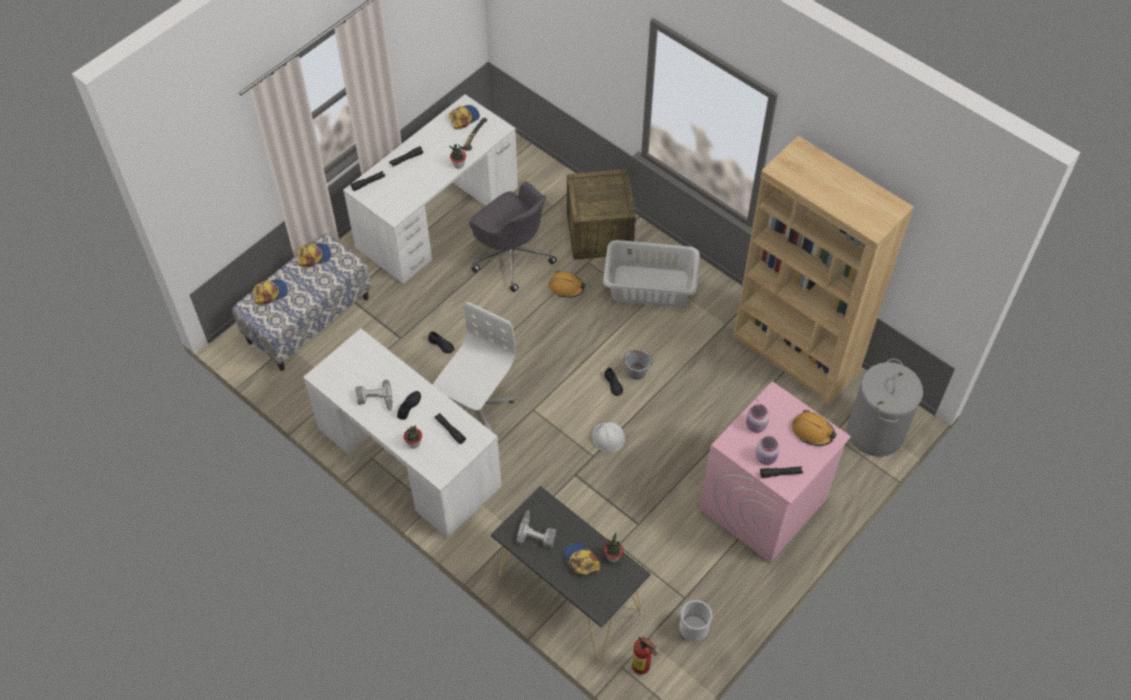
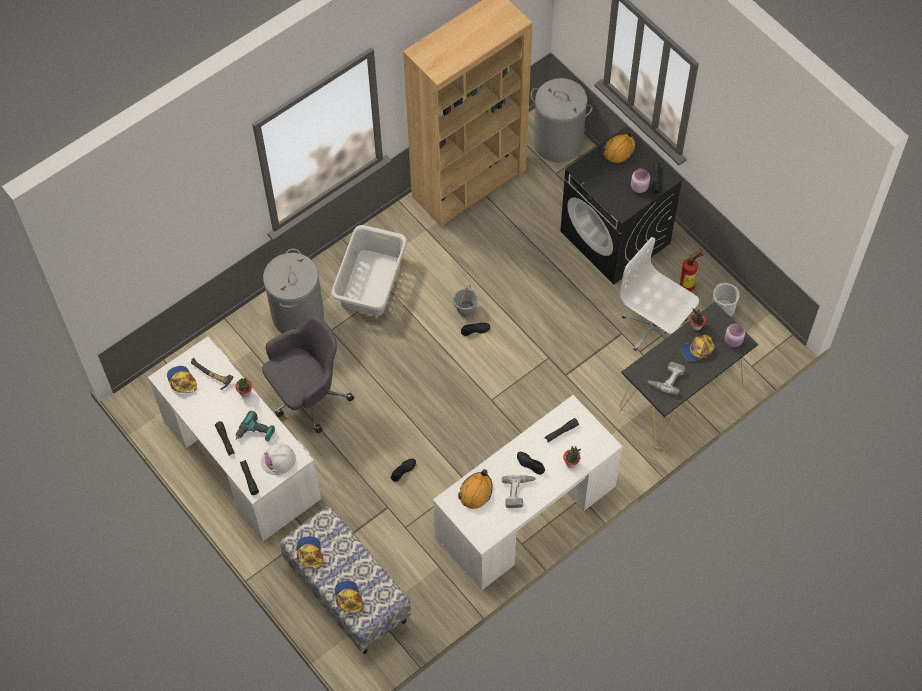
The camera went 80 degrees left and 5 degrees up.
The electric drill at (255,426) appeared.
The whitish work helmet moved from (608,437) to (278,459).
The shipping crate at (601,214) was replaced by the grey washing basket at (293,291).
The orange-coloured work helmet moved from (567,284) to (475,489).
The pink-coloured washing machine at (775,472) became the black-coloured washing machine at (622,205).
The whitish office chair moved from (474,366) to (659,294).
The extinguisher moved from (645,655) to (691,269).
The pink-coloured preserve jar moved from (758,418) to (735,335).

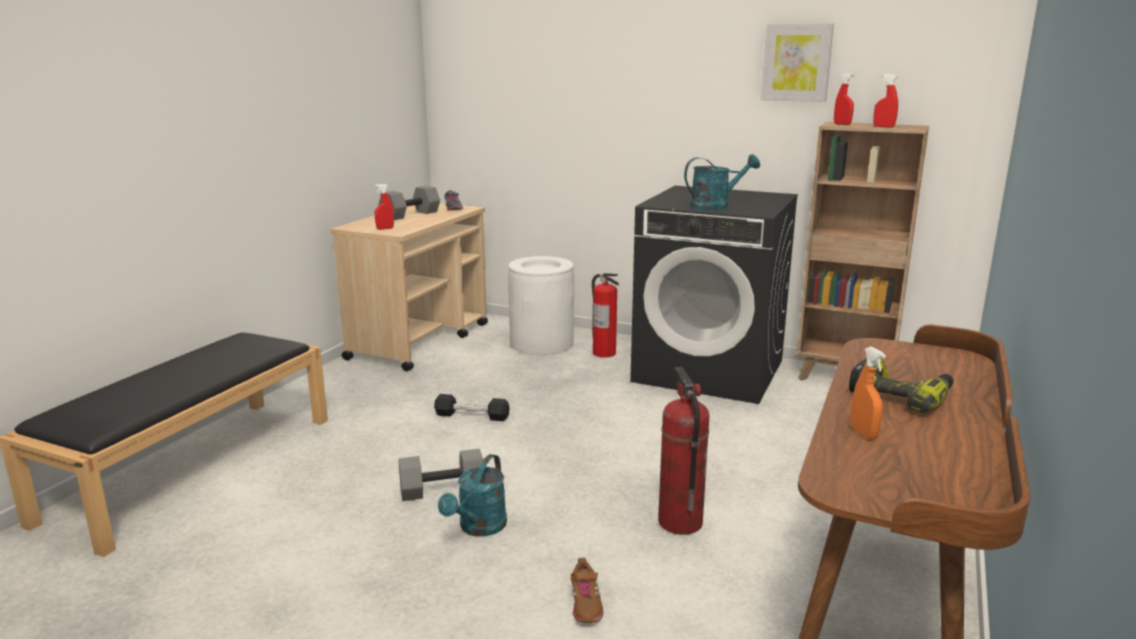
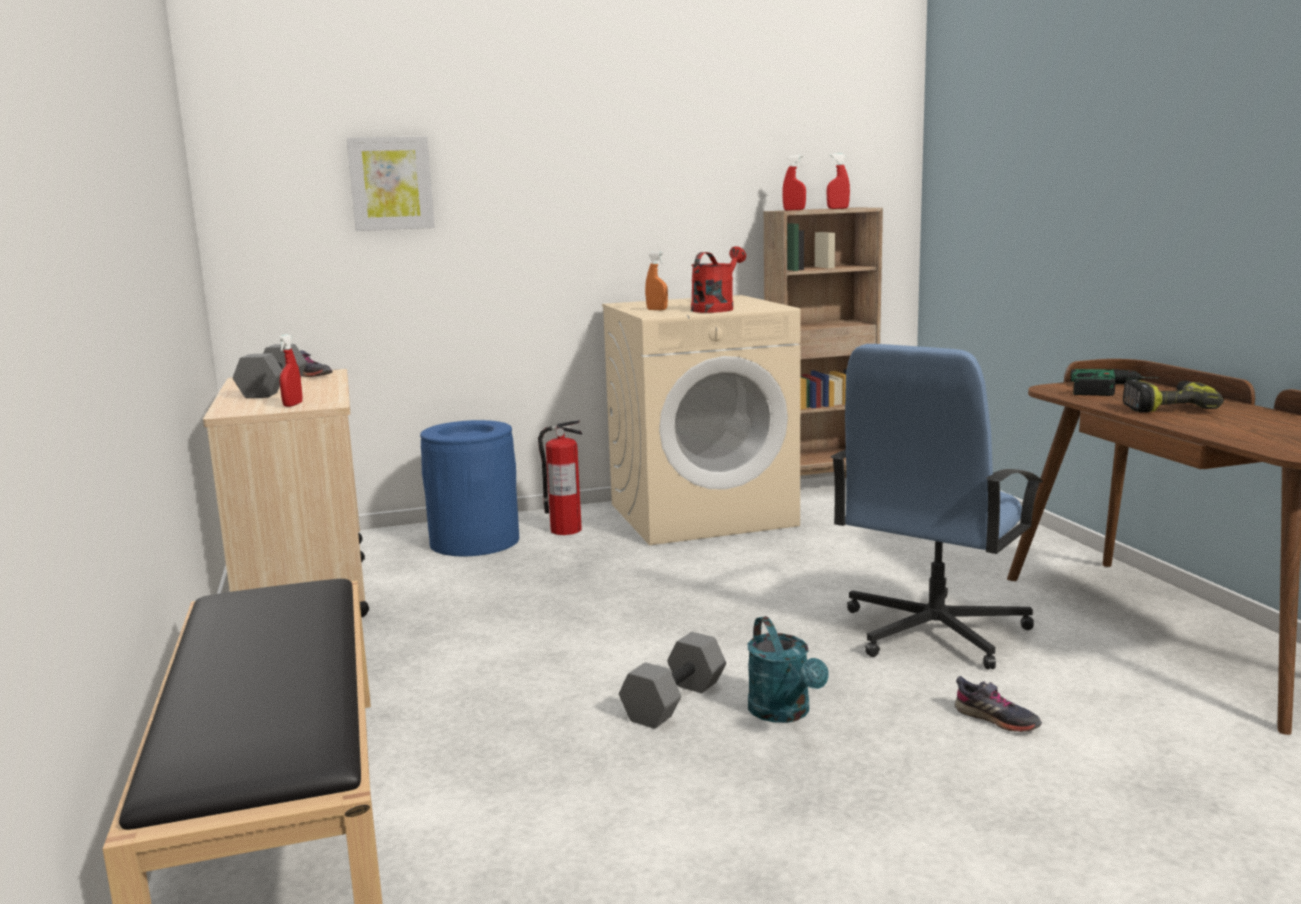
The camera went 40 degrees left and 5 degrees down.
The wall art moved from (797,62) to (391,183).
The whitish waste bin at (541,305) became the bluish waste bin at (469,488).
The black-coloured washing machine at (714,295) became the beige-coloured washing machine at (701,420).
The orange-coloured sprayer moved from (868,392) to (656,281).
The turquoise watering can at (722,182) became the red-coloured watering can at (718,279).
The extinguisher at (684,451) was replaced by the bluish office chair at (937,506).
The brown-coloured shoe at (587,590) became the grey shoe at (998,704).
The electric drill at (1114,382) appeared.
The black-coloured free weight at (472,407) disappeared.

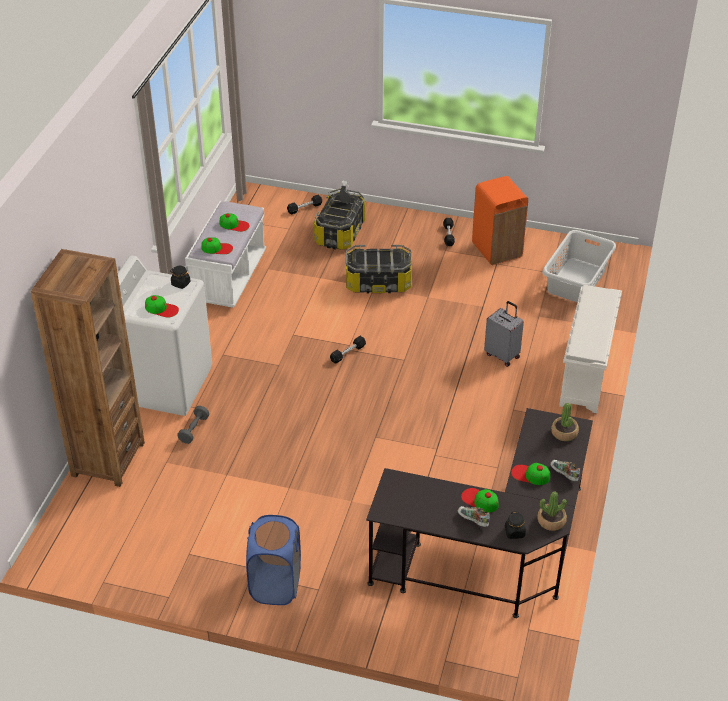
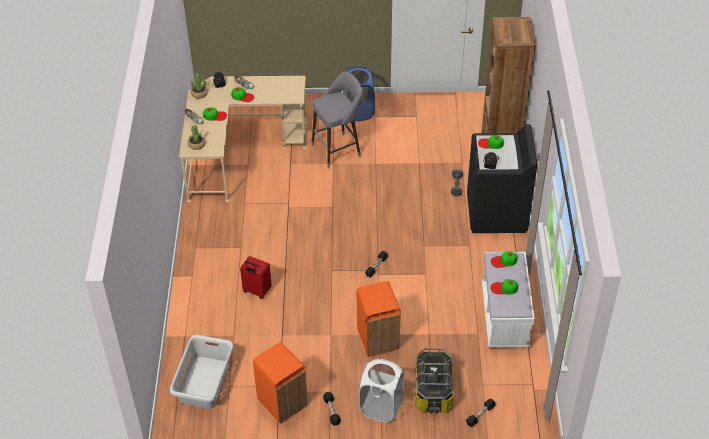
The camera went 165 degrees right and 5 degrees up.
The black-coloured desk unit at (479,513) became the beige-coloured desk unit at (243,139).
The grey suitcase at (504,334) became the red-coloured suitcase at (256,277).
The grey stool seat at (337,120) appeared.
The storage box at (379,269) was replaced by the orange-coloured waste bin at (379,319).
The whitish washing basket at (381,391) appeared.
The whitish washing machine at (165,335) became the black-coloured washing machine at (502,178).
The whitish shoe stand at (590,349) disappeared.

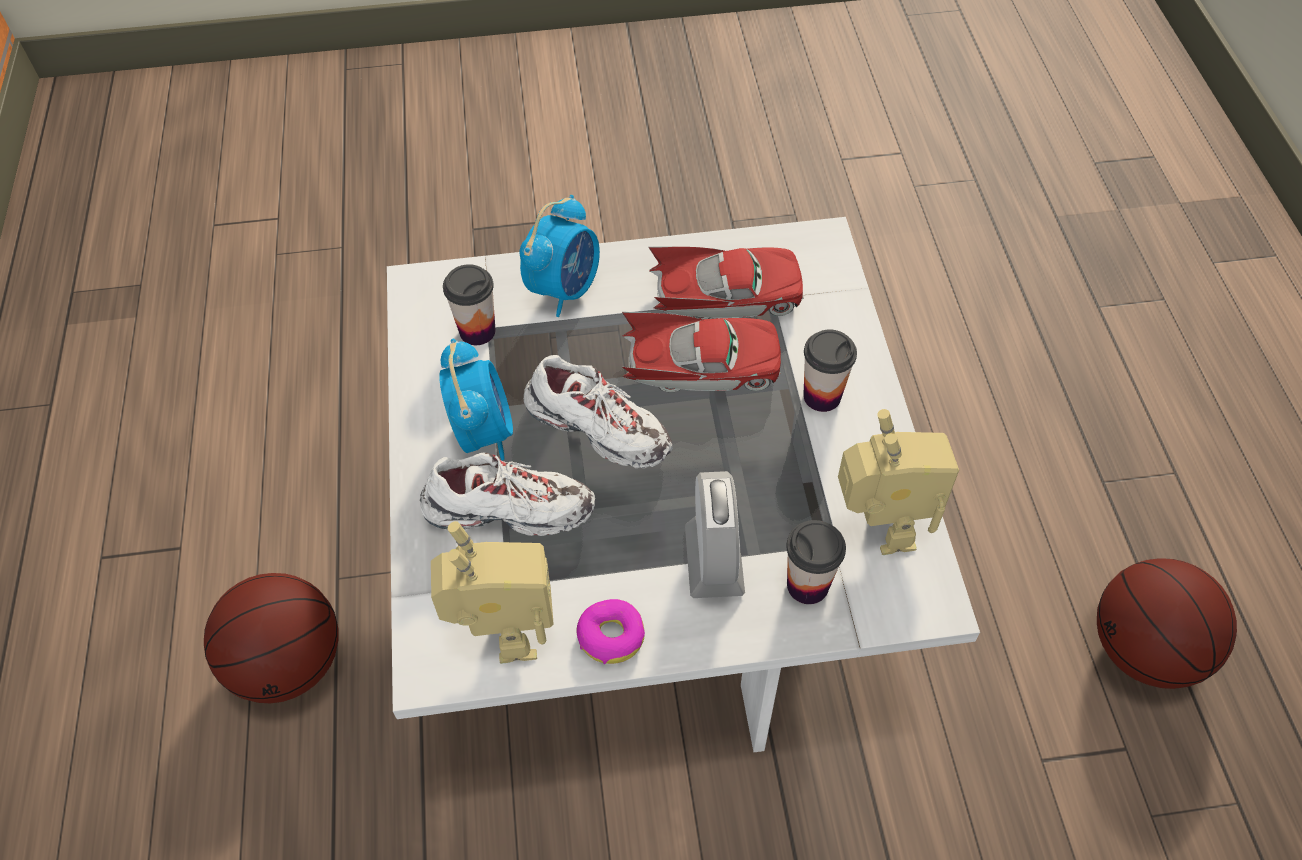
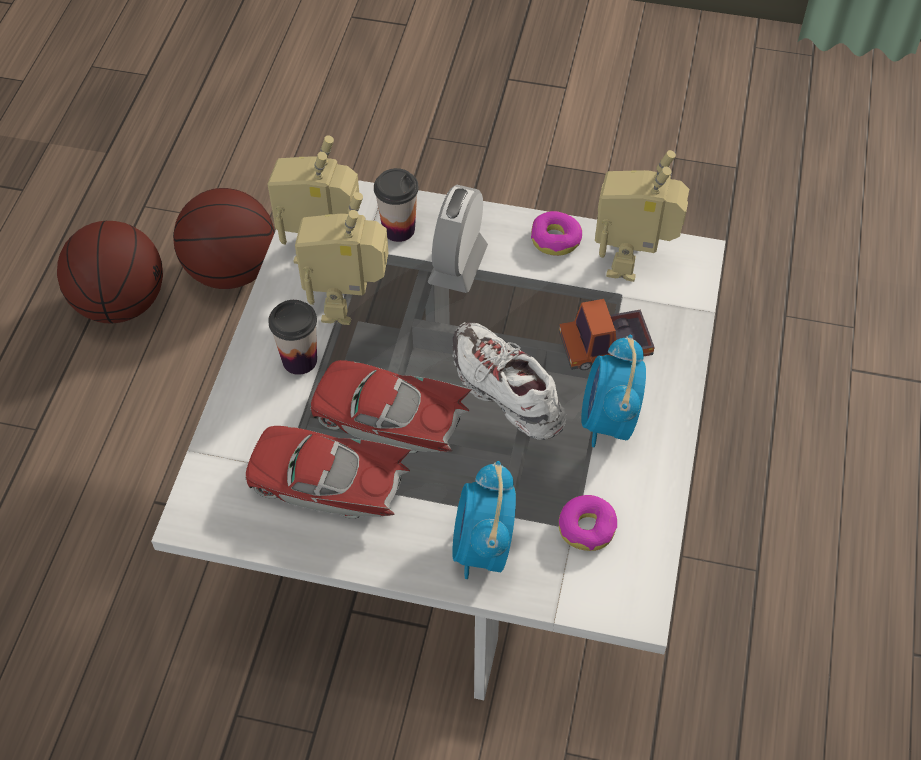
The camera went 160 degrees left and 0 degrees up.
The ball for basketball moved from (271,638) to (224,238).
The model robot at (341,258) appeared.
The bedside clock at (560,256) turned 45 degrees counterclockwise.
The whitish shoe at (507,494) was replaced by the toy truck at (606,334).
The drinking cup at (469,304) was replaced by the donut at (588,523).

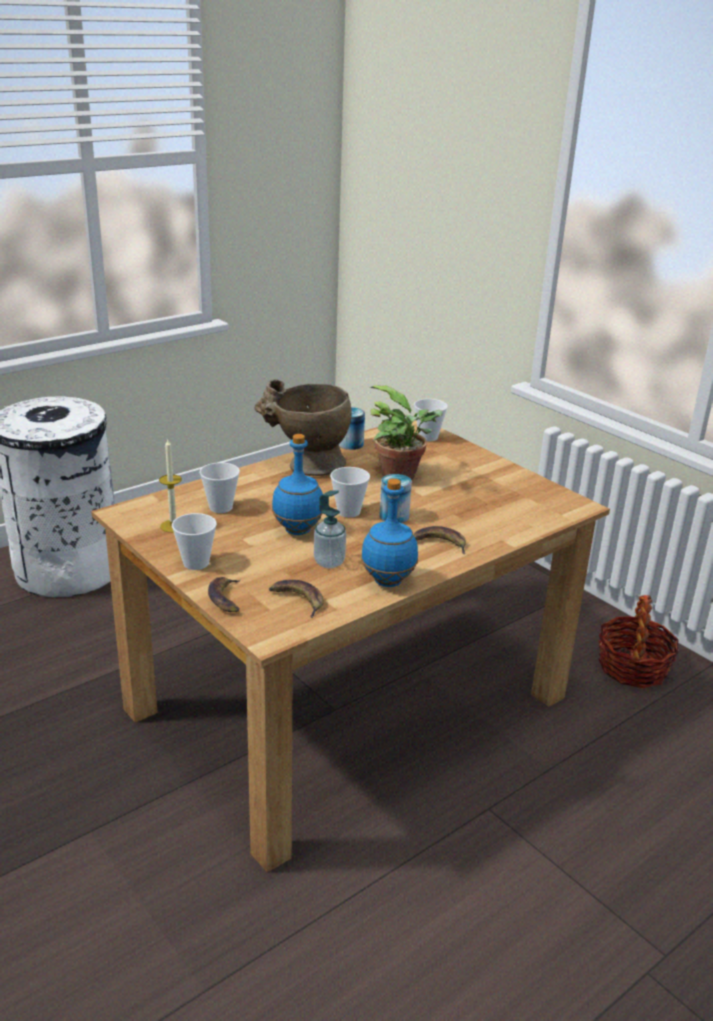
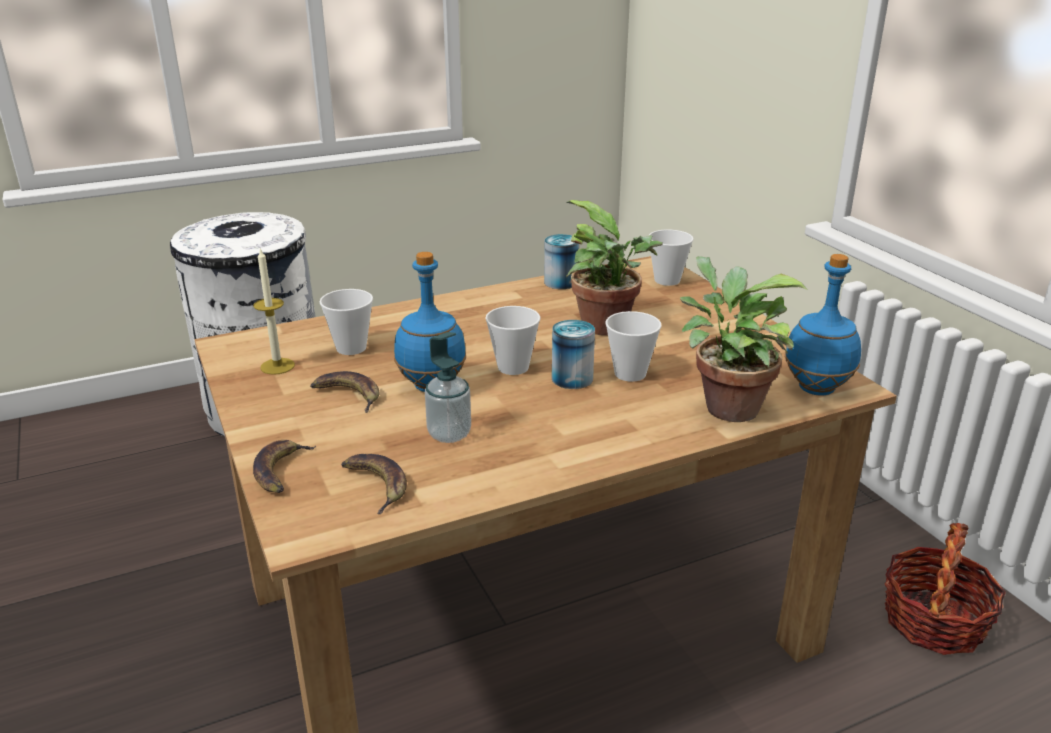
The camera went 15 degrees right and 0 degrees up.
The banana fruit moved from (439,540) to (345,392).
The drinking cup moved from (194,541) to (634,346).
The houseplant at (743,339) appeared.
The bluish bottle moved from (389,533) to (823,325).
The beige-coloured decorative vase at (303,427) disappeared.

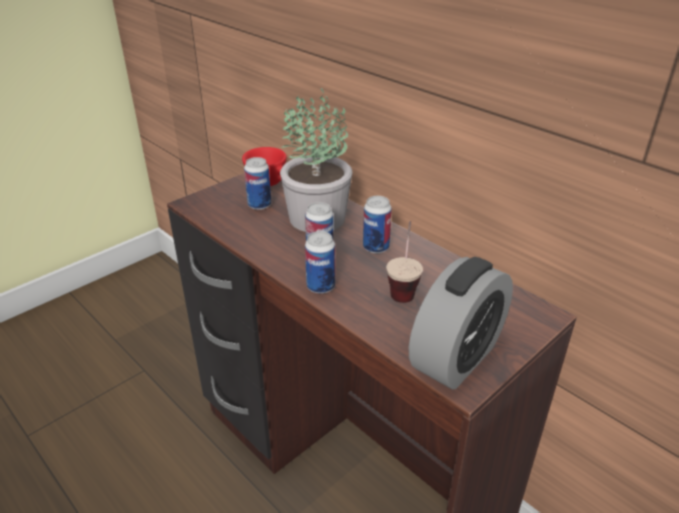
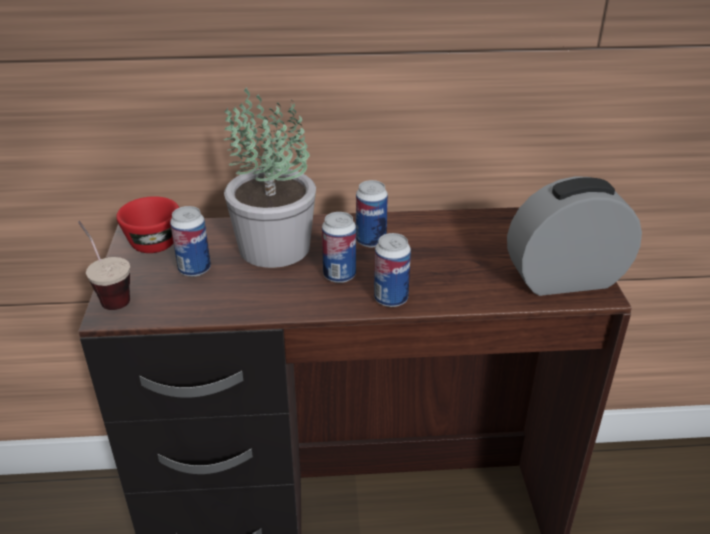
The camera went 50 degrees left and 0 degrees up.
The drinking cup moved from (404,262) to (104,265).
The bedside clock at (461,323) turned 90 degrees counterclockwise.

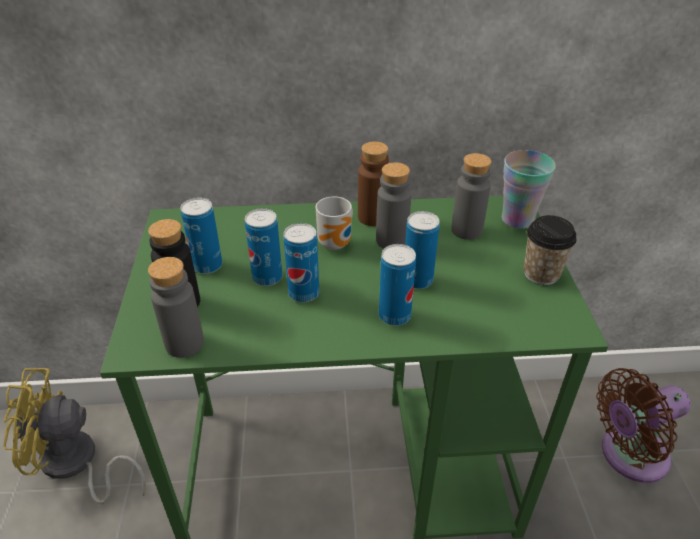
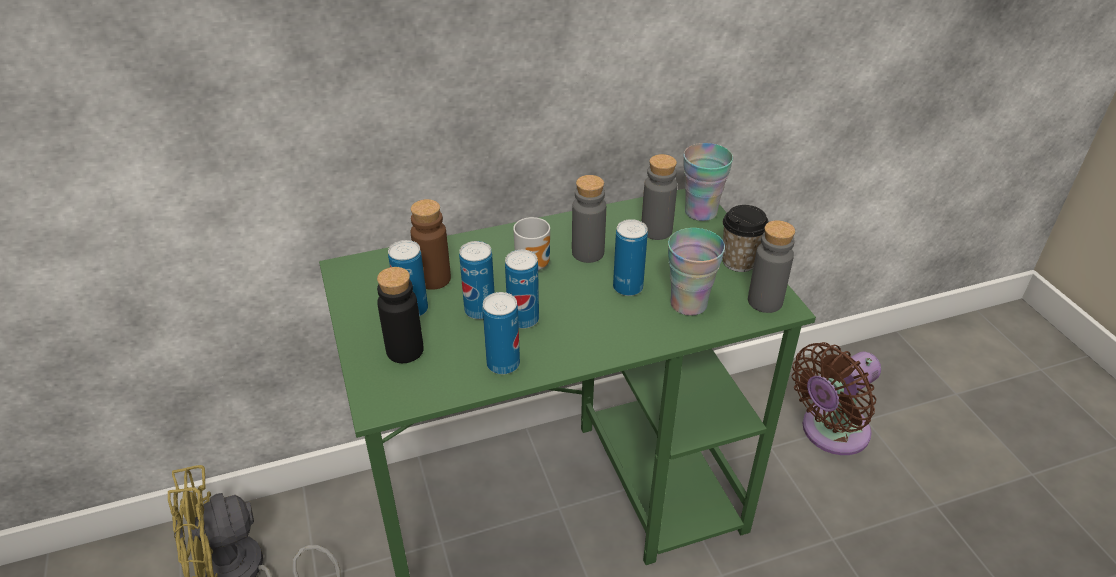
The camera went 15 degrees left and 0 degrees up.
The brown-coloured bottle moved from (373,184) to (431,244).
The sealed can moved from (397,285) to (501,333).
The drinking cup at (696,272) appeared.
The grey bottle moved from (176,307) to (771,266).

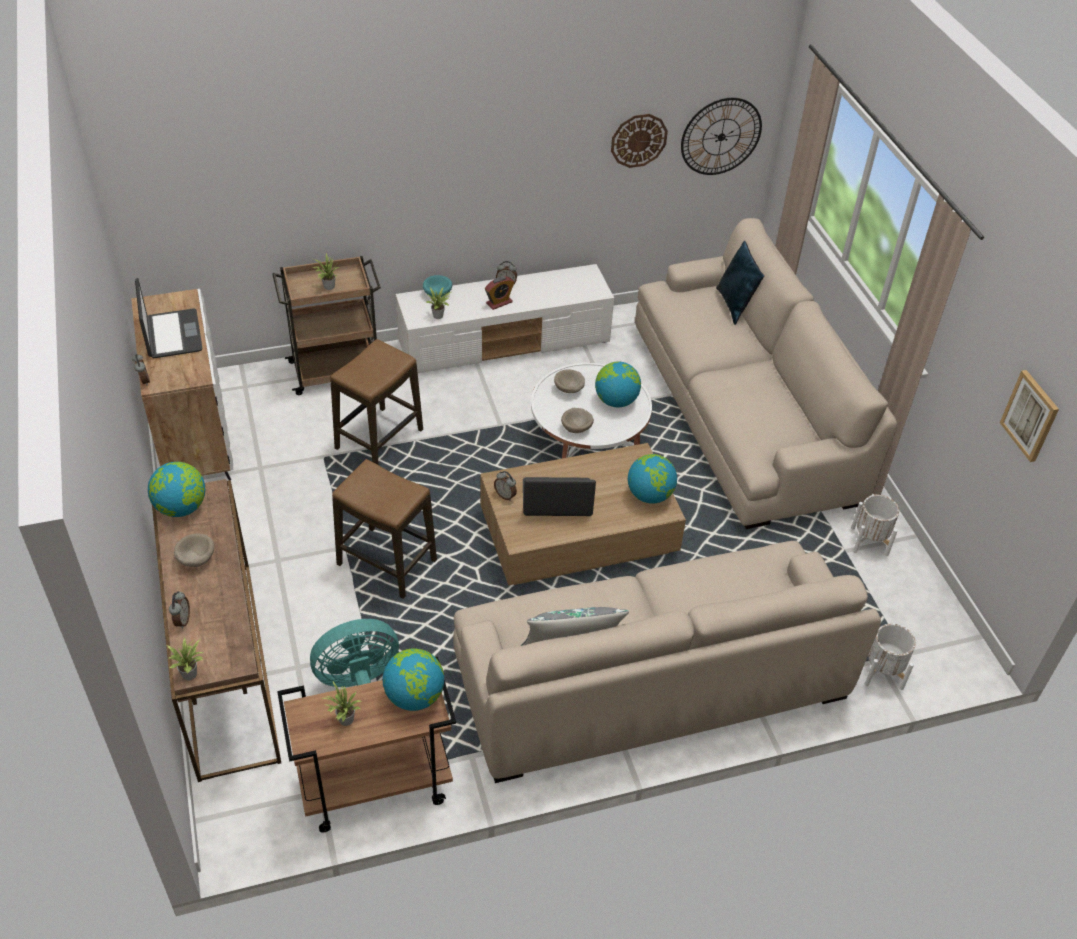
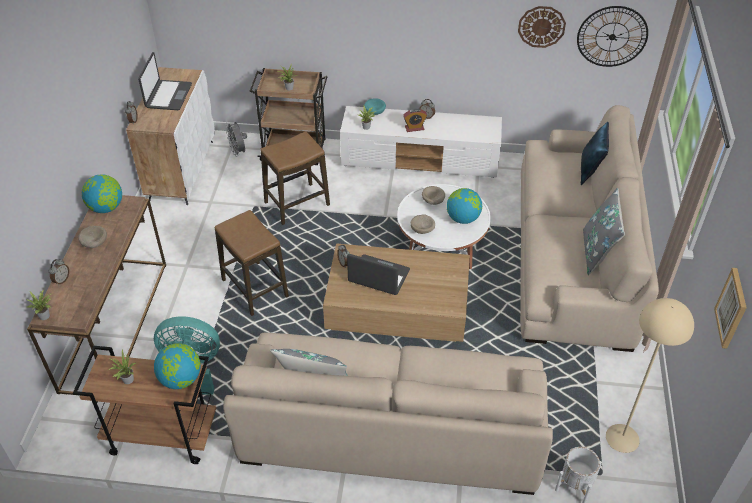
The camera went 25 degrees right and 0 degrees up.
The grey fan at (236,139) appeared.
The grey cushion at (604,232) appeared.
The beige-coloured standard lamp at (650,375) appeared.
The desk globe at (652,479) disappeared.
The whitish plant pot at (875,525) disappeared.

